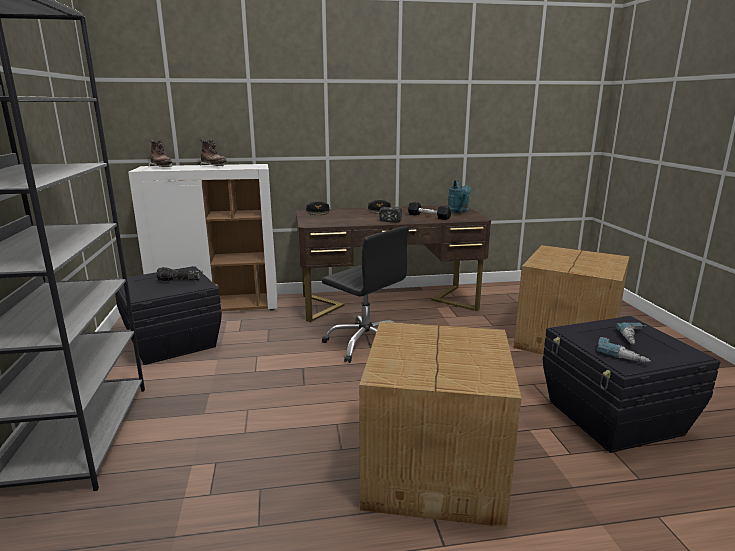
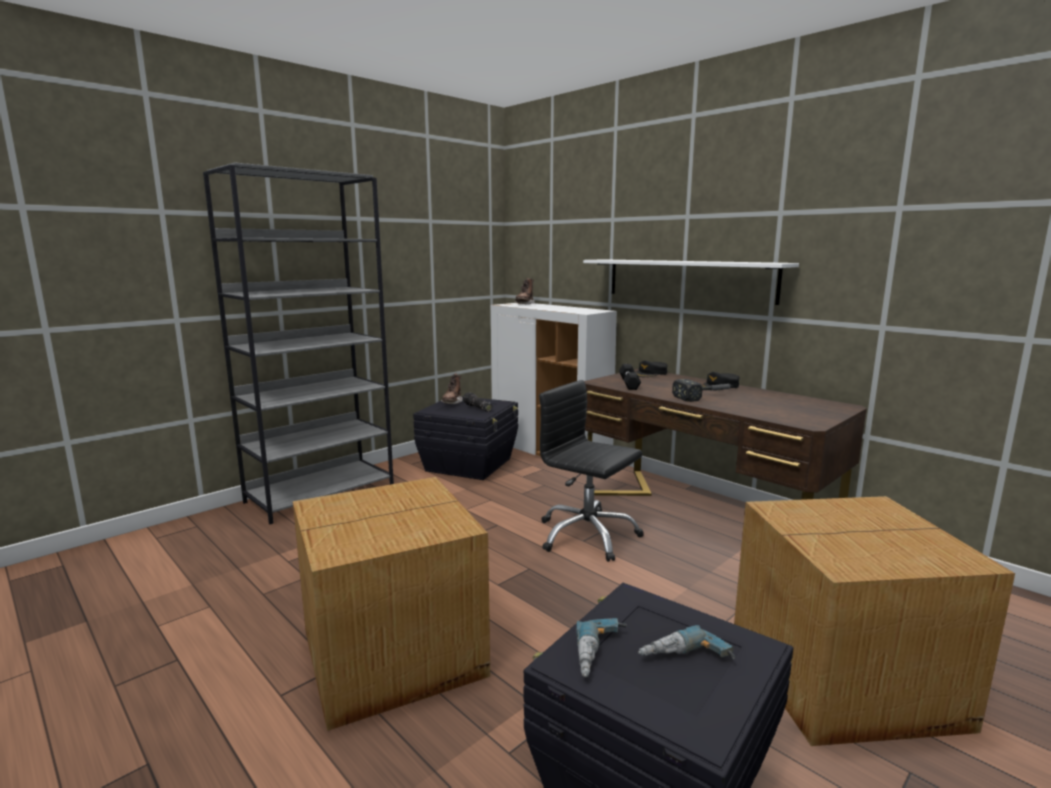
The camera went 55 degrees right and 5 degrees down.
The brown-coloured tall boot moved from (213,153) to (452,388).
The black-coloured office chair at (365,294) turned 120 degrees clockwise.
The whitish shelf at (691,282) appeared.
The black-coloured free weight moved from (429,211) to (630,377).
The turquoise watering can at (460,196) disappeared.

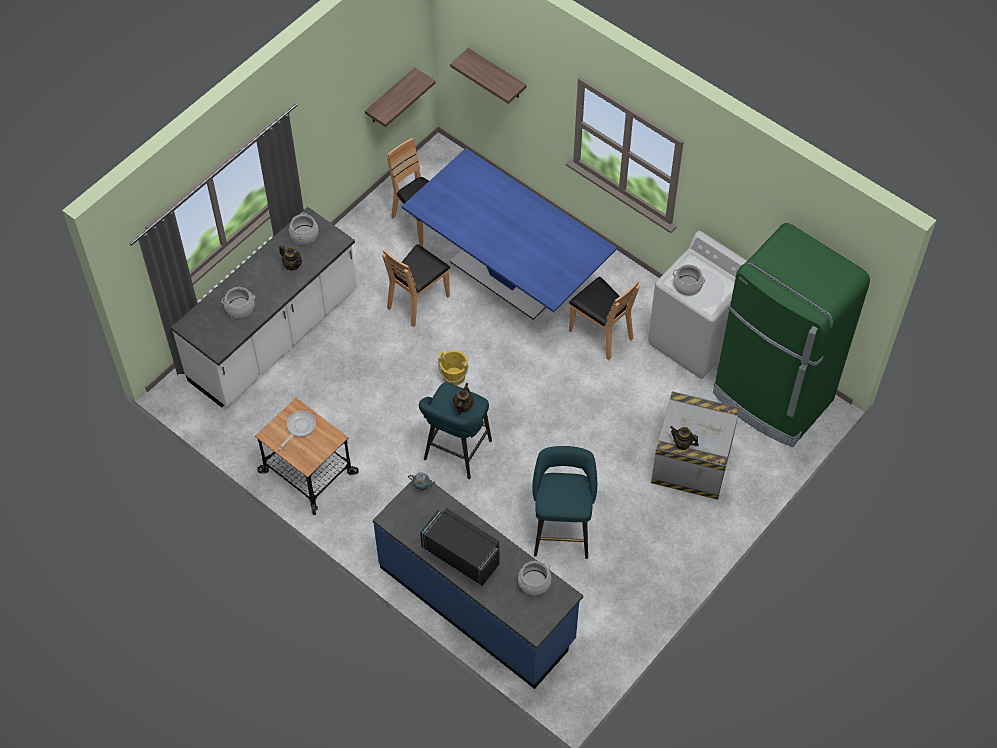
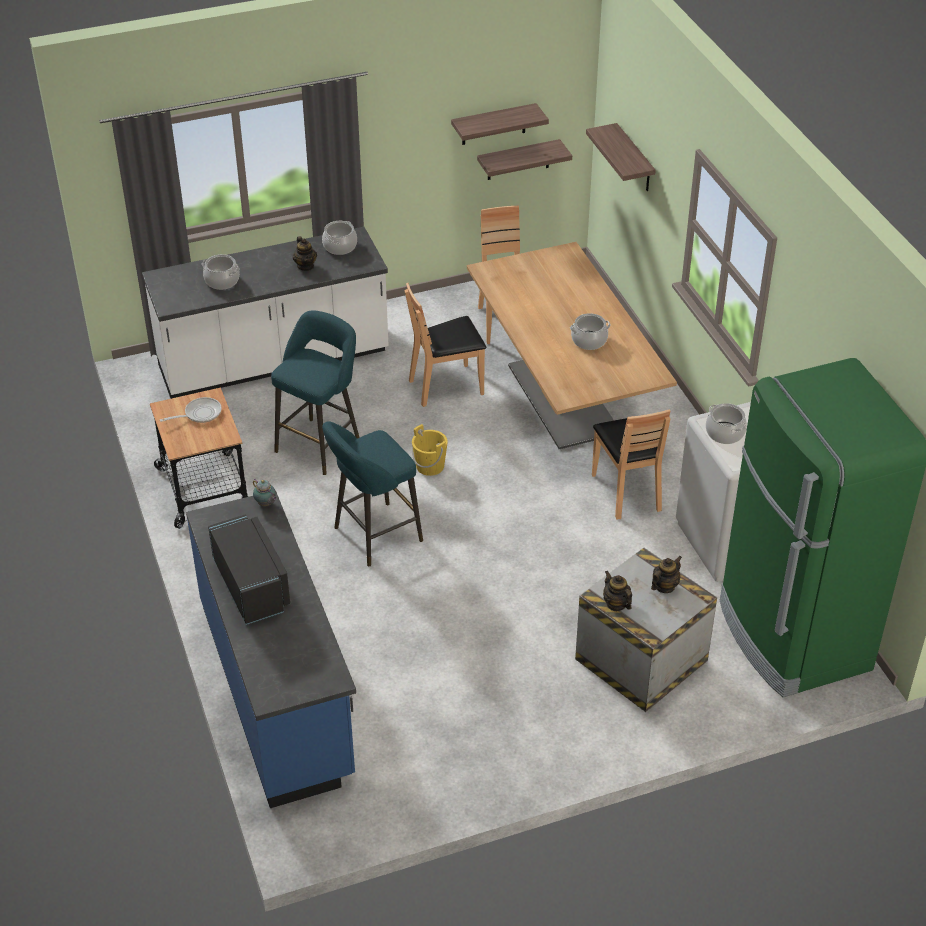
The camera went 30 degrees right and 15 degrees down.
The turquoise stool seat moved from (564,502) to (315,393).
The shelf at (500,124) appeared.
The bluish dinner table at (509,234) became the beige-coloured dinner table at (572,345).
The stockpot moved from (534,578) to (590,331).
The teapot moved from (463,399) to (666,574).

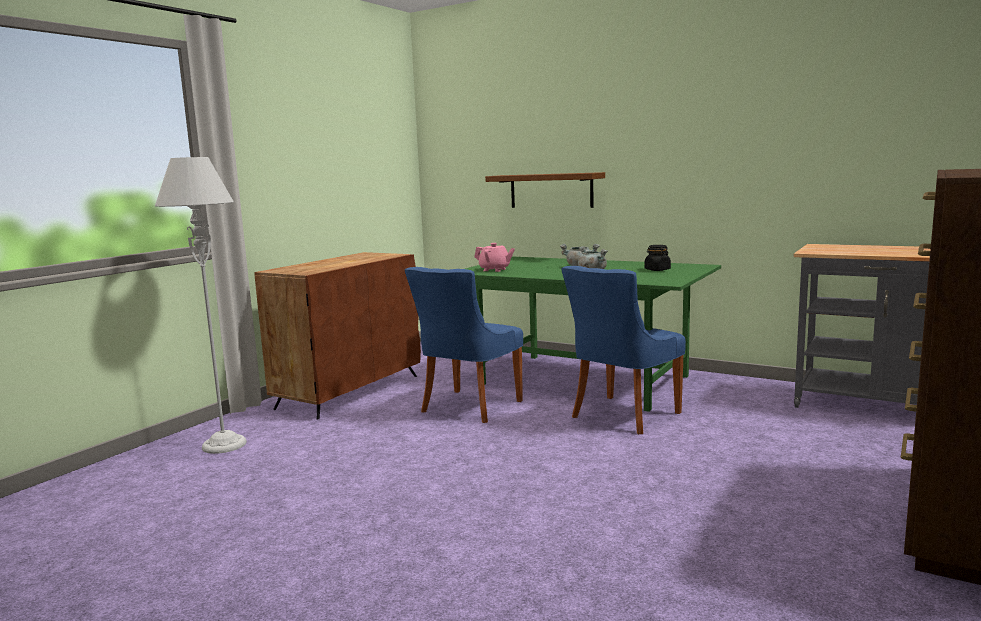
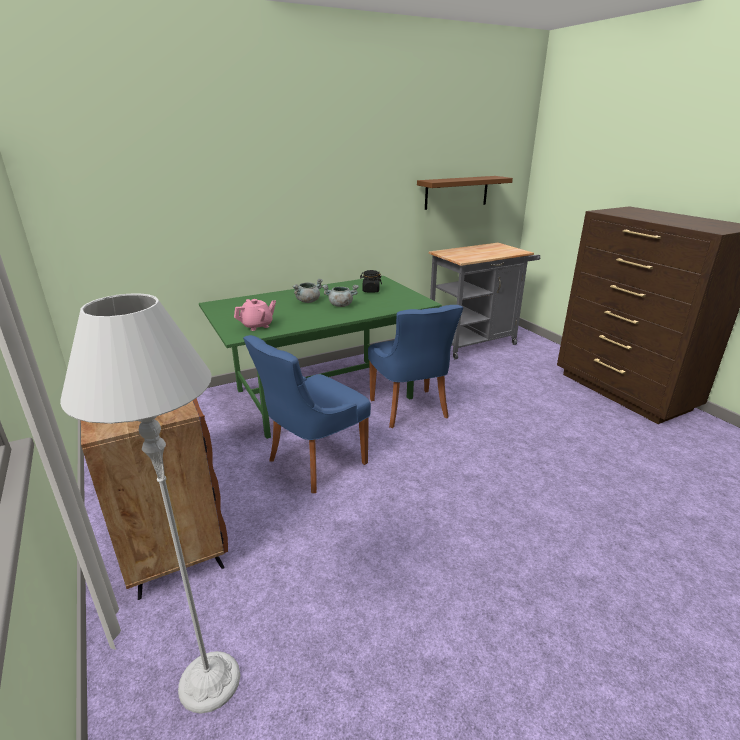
The camera went 60 degrees left and 15 degrees up.
The bluish chair at (464,345) turned 75 degrees clockwise.
The brown-coloured shelf moved from (545,190) to (465,193).

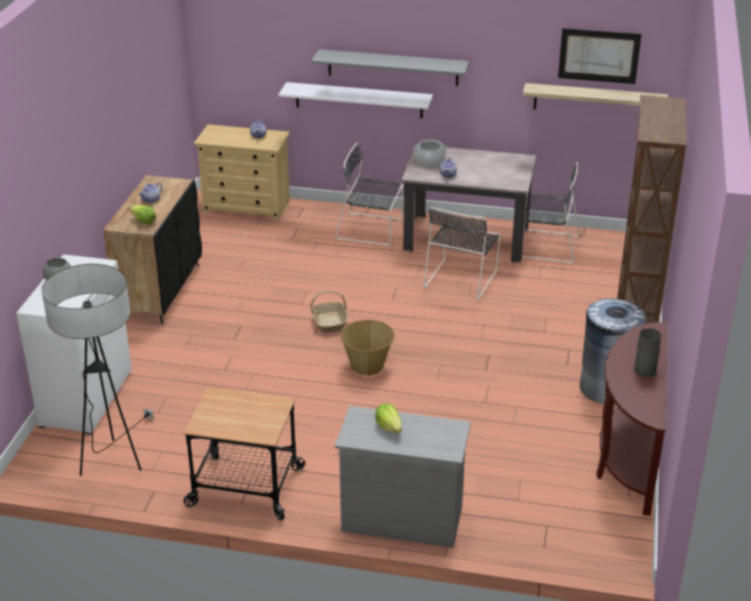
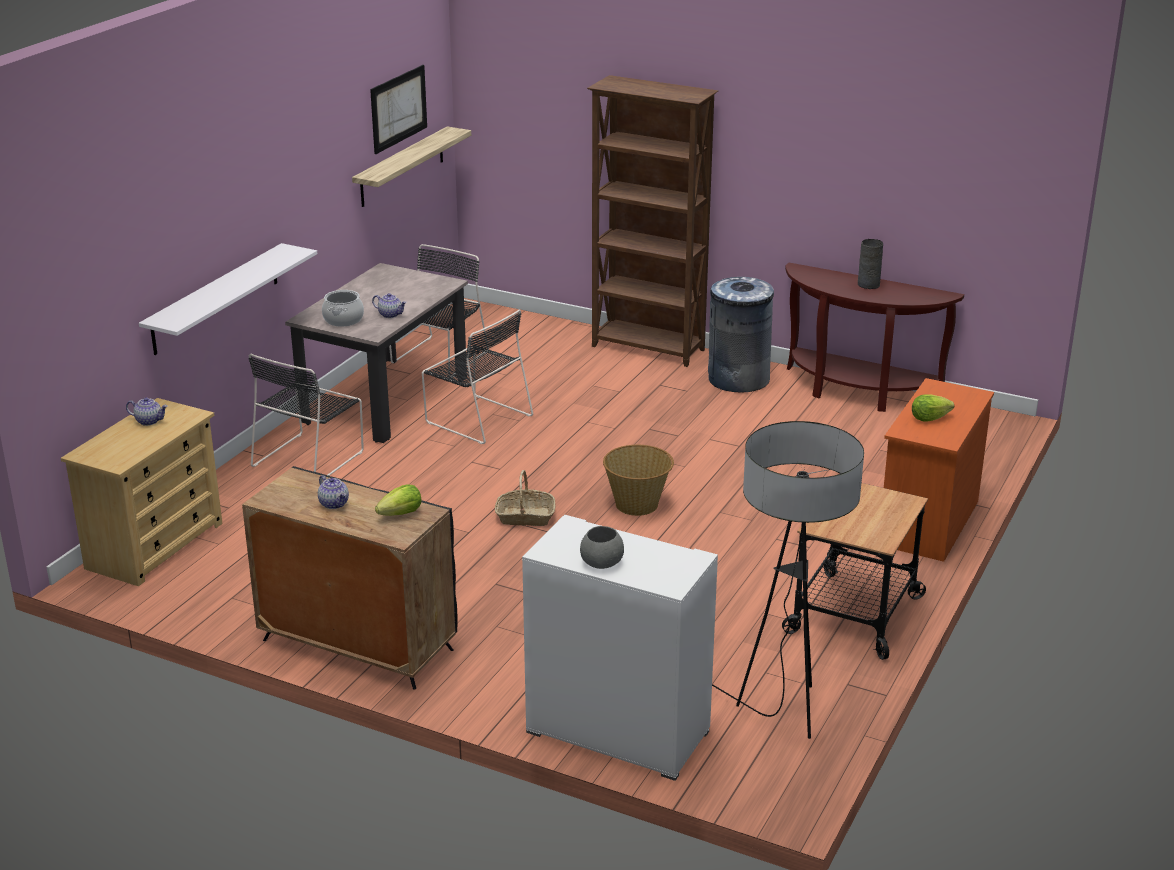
The camera went 75 degrees left and 5 degrees down.
The grey dresser at (403,477) became the orange-coloured dresser at (939,470).
The grey shelf at (390,67) disappeared.

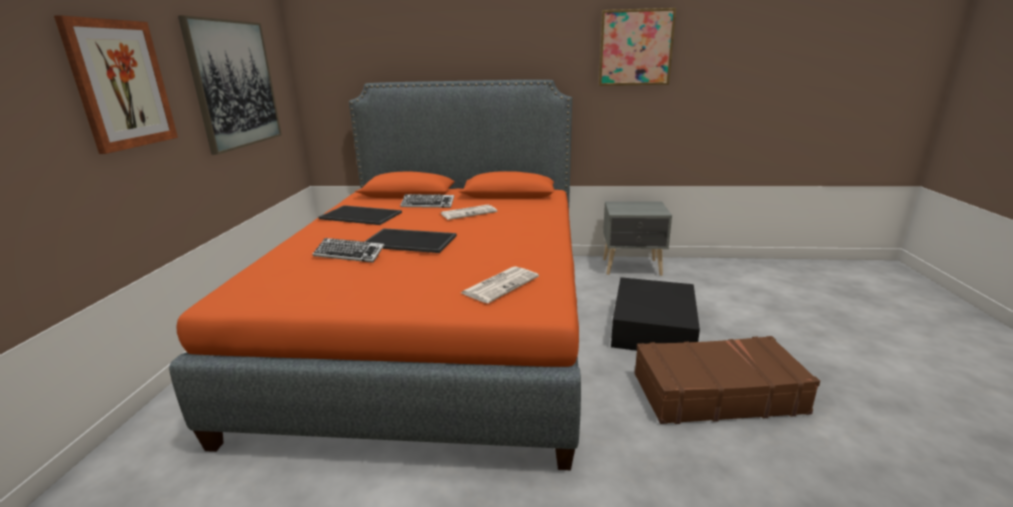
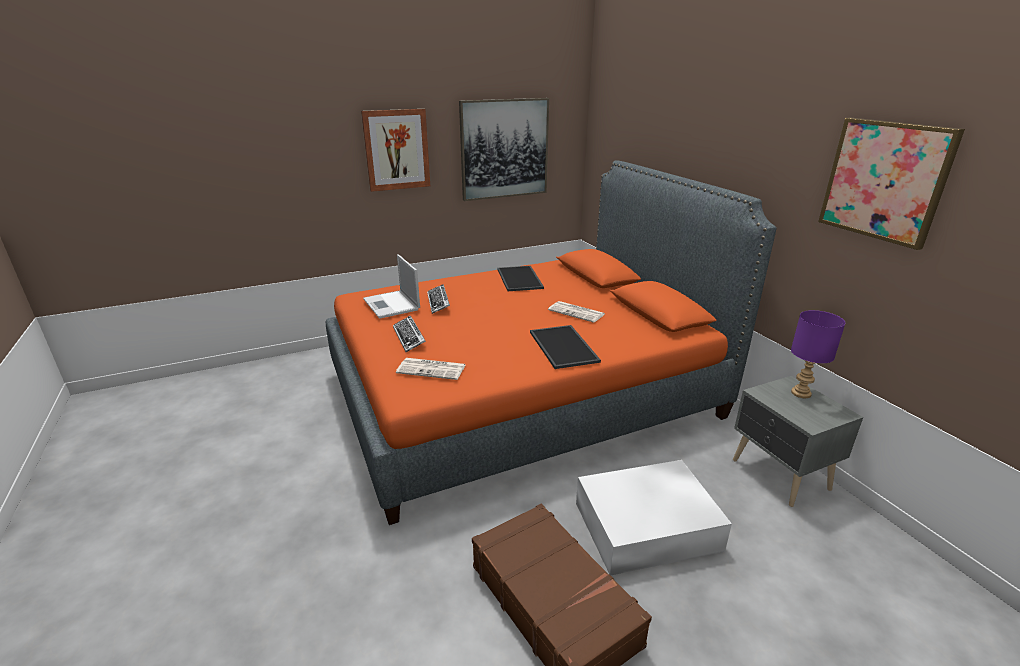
The camera went 60 degrees right and 5 degrees up.
The notebook computer at (391,286) appeared.
The computer keyboard moved from (427,201) to (409,334).
The tray moved from (410,240) to (565,347).
The black-coloured storage box at (655,314) became the whitish storage box at (654,517).
The purple tabletop lamp at (818,354) appeared.

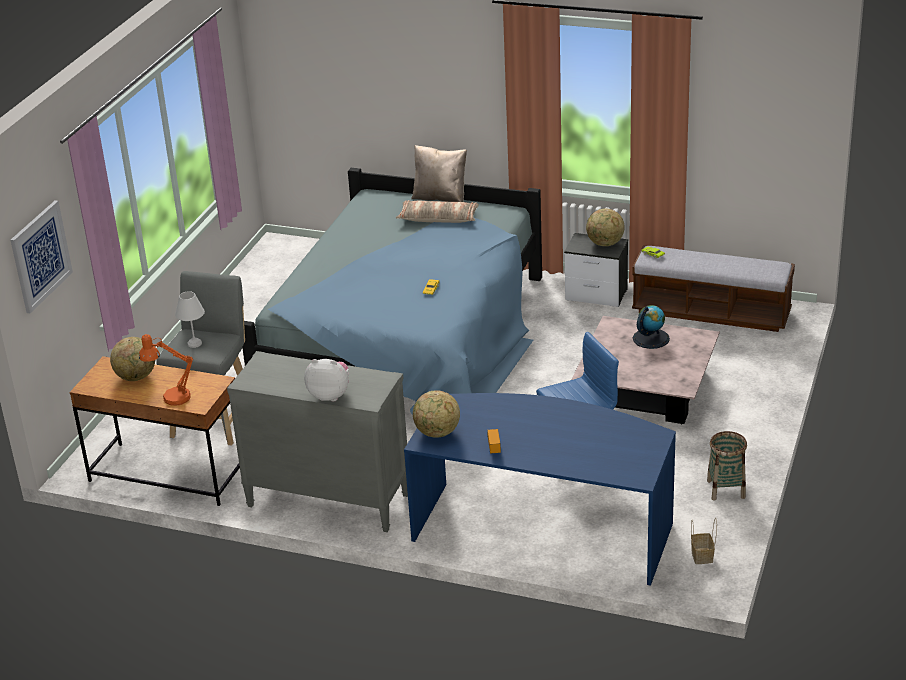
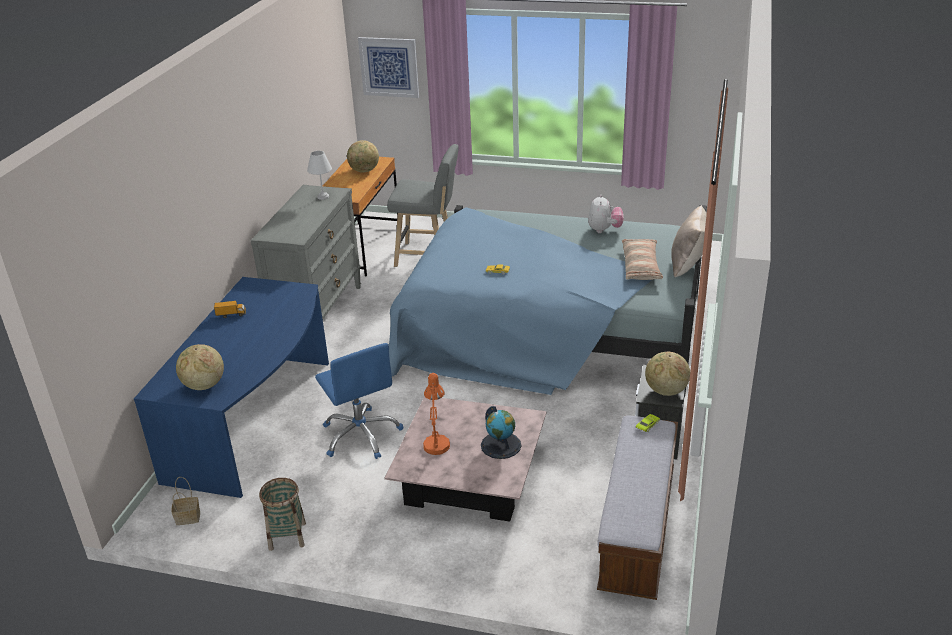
The camera went 85 degrees right and 0 degrees up.
The desk globe moved from (436,414) to (200,367).
The whitish tabletop lamp moved from (190,319) to (319,175).
The orange-coloured tabletop lamp moved from (166,370) to (436,414).
The cuddly toy moved from (326,380) to (606,213).

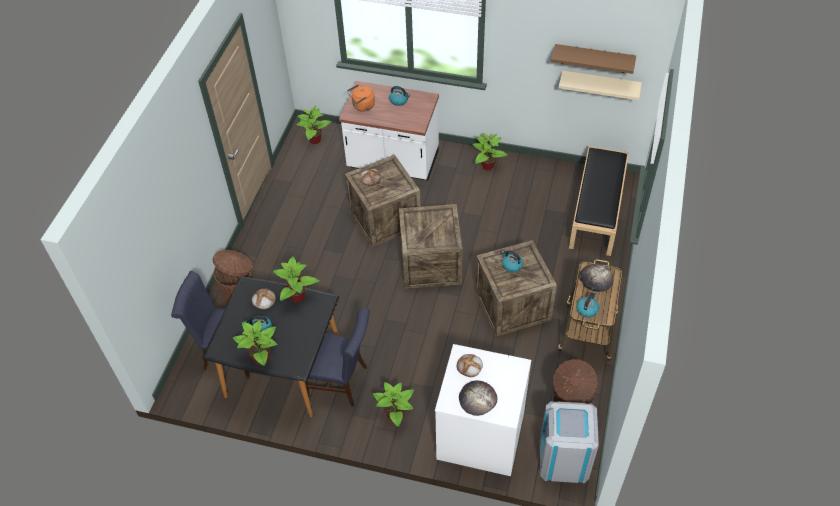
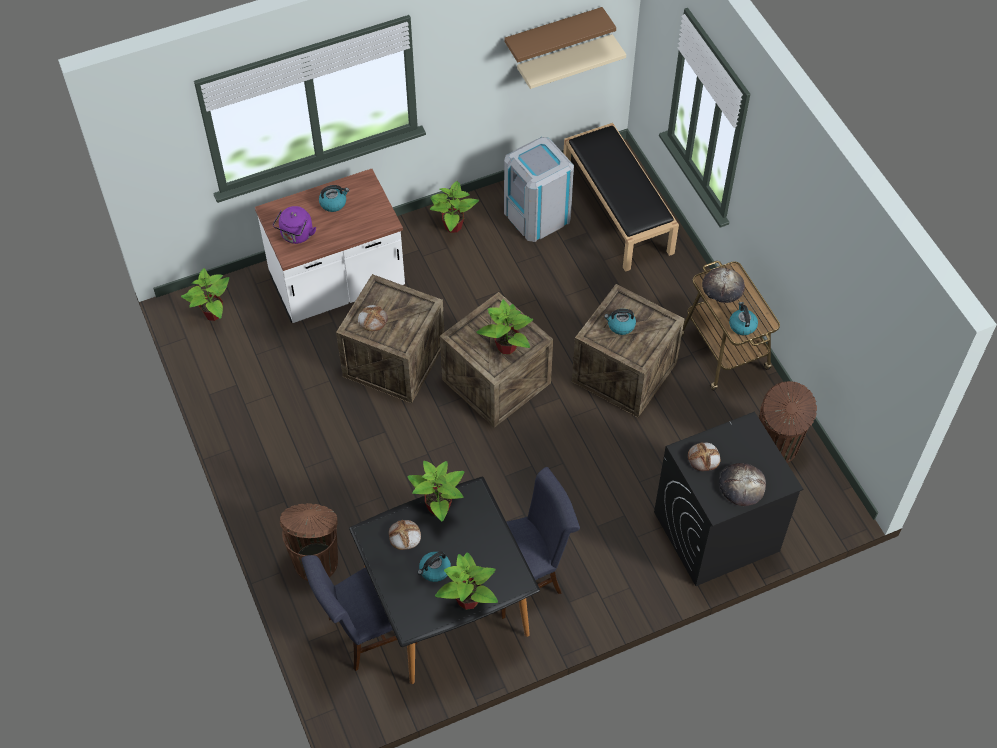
The camera went 40 degrees left and 5 degrees up.
The orange-coloured tea kettle at (361,98) became the purple tea kettle at (294,225).
The houseplant moved from (393,404) to (505,326).
The grey waste bin moved from (569,442) to (539,189).
The whitish washing machine at (483,410) became the black-coloured washing machine at (728,499).

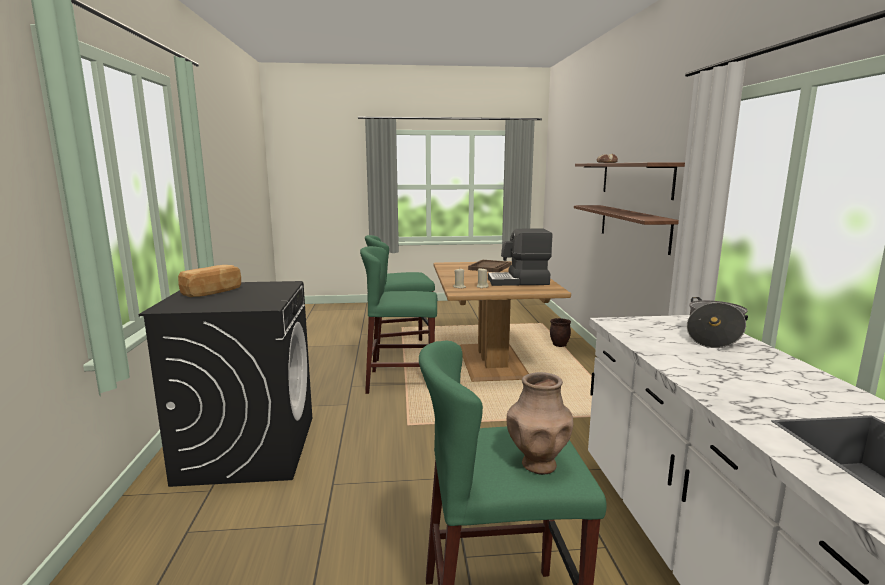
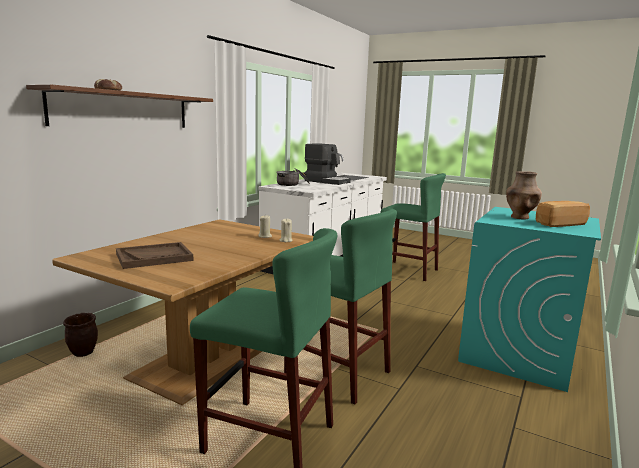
The camera went 145 degrees left and 0 degrees up.
The coffee machine moved from (520,257) to (327,164).
The black-coloured washing machine at (225,384) became the turquoise washing machine at (529,299).
The brown-coloured decorative vase moved from (540,423) to (524,195).
The shelf at (626,230) disappeared.

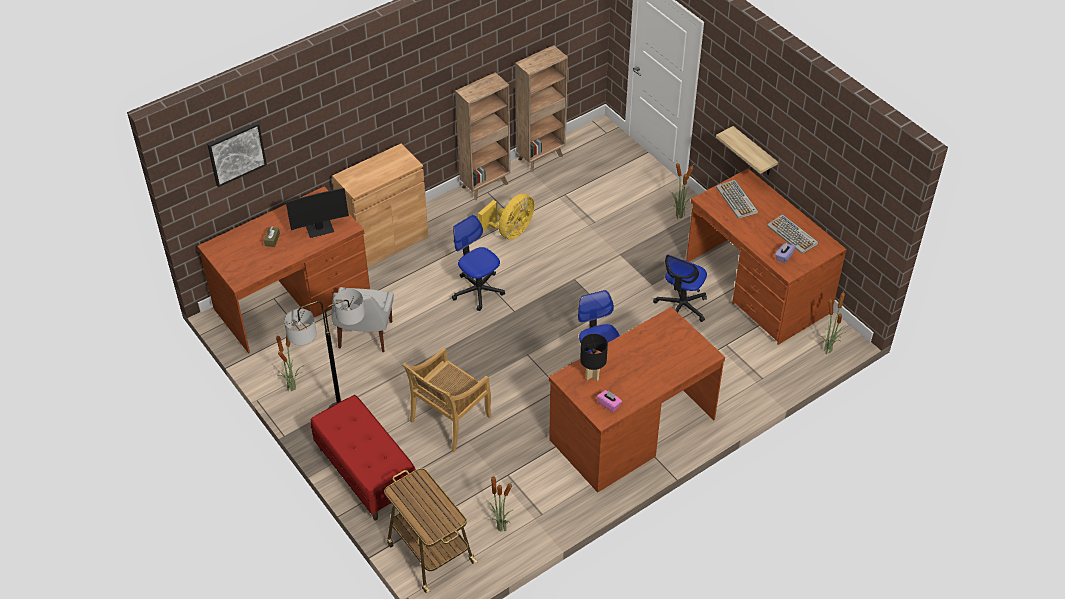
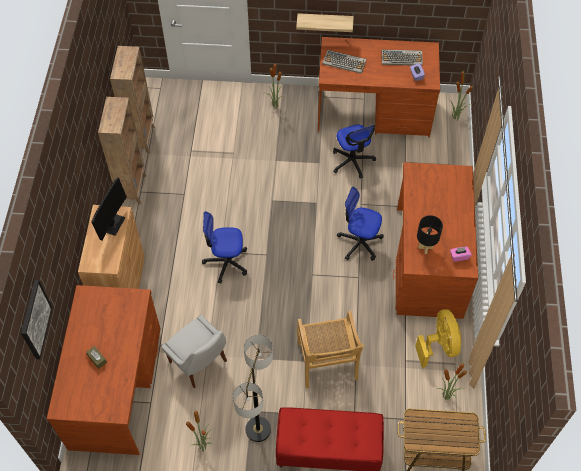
The camera went 50 degrees left and 10 degrees up.
The monitor moved from (317,213) to (109,209).
The yellow-coloured fan moved from (506,217) to (438,338).

